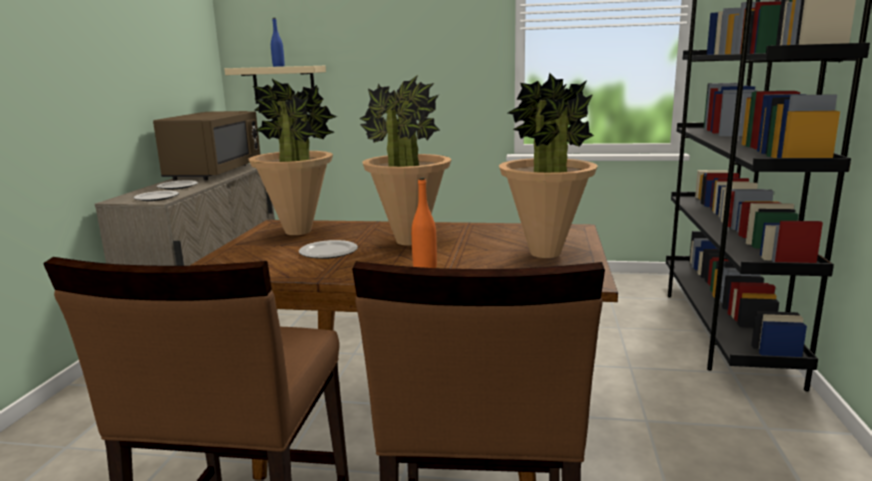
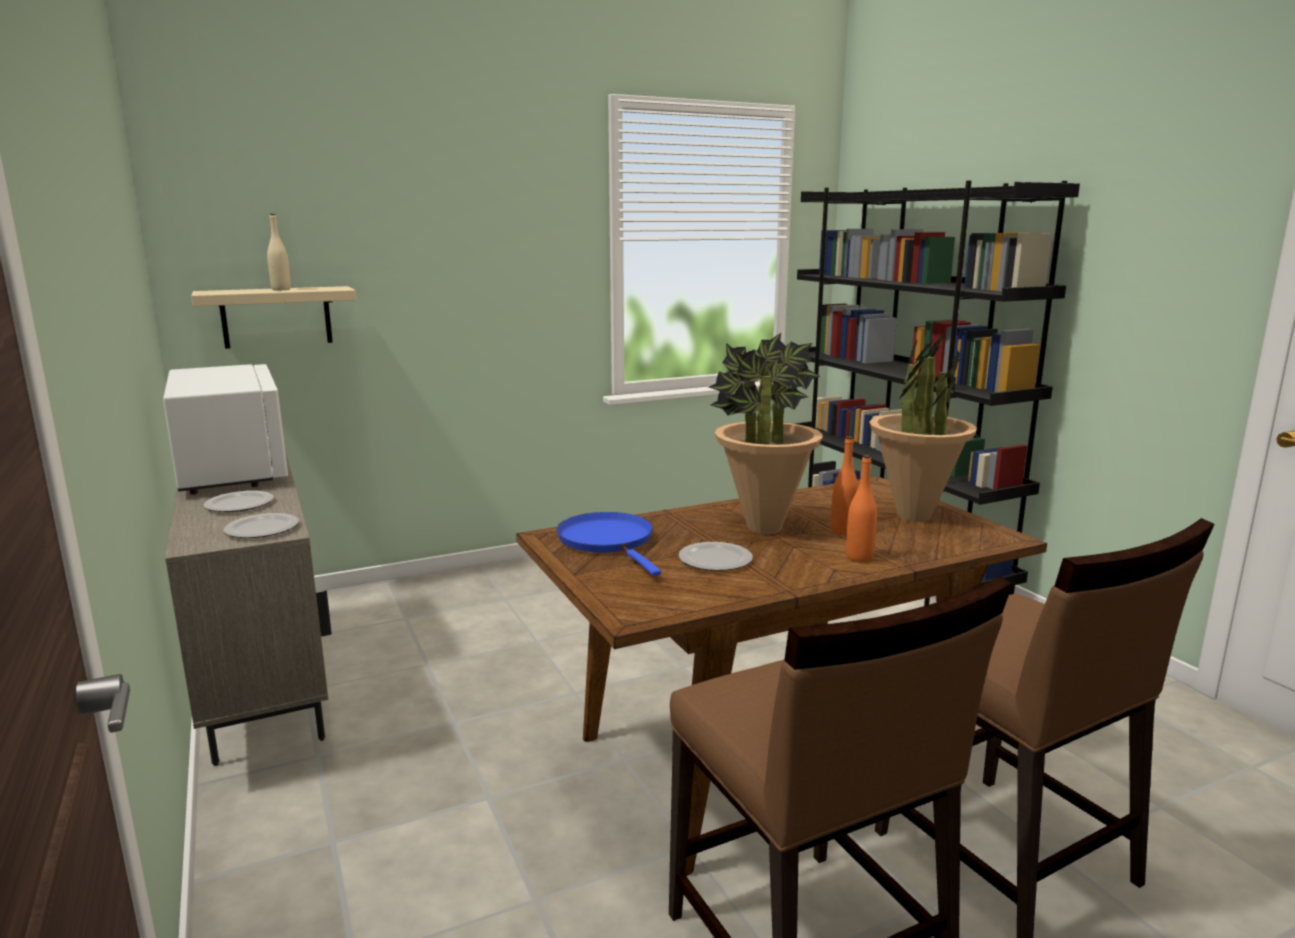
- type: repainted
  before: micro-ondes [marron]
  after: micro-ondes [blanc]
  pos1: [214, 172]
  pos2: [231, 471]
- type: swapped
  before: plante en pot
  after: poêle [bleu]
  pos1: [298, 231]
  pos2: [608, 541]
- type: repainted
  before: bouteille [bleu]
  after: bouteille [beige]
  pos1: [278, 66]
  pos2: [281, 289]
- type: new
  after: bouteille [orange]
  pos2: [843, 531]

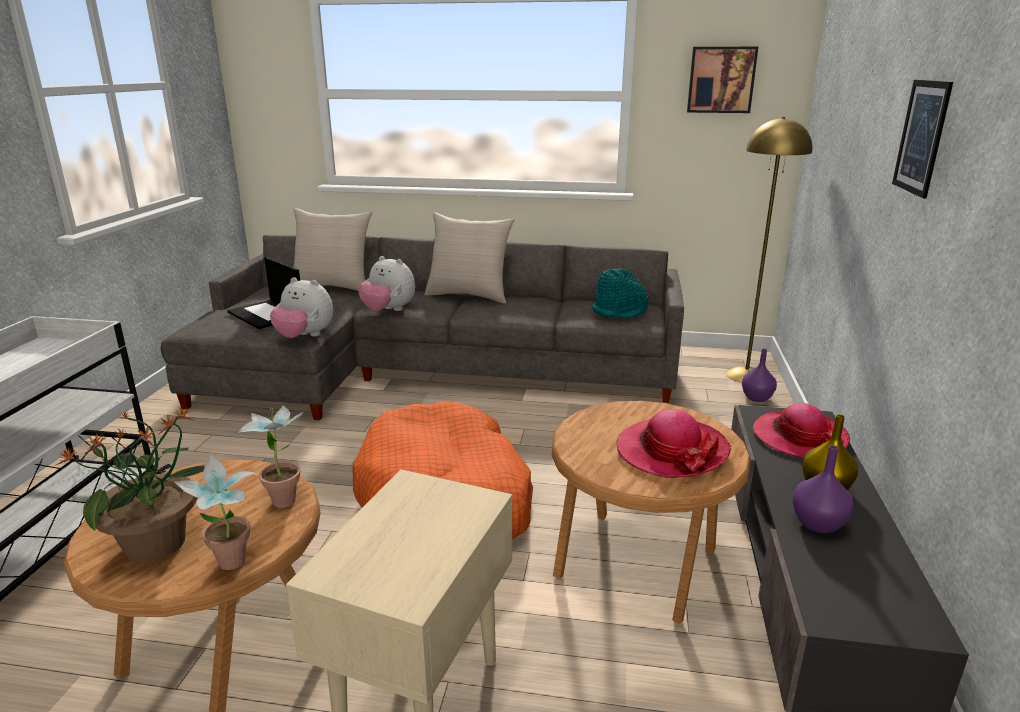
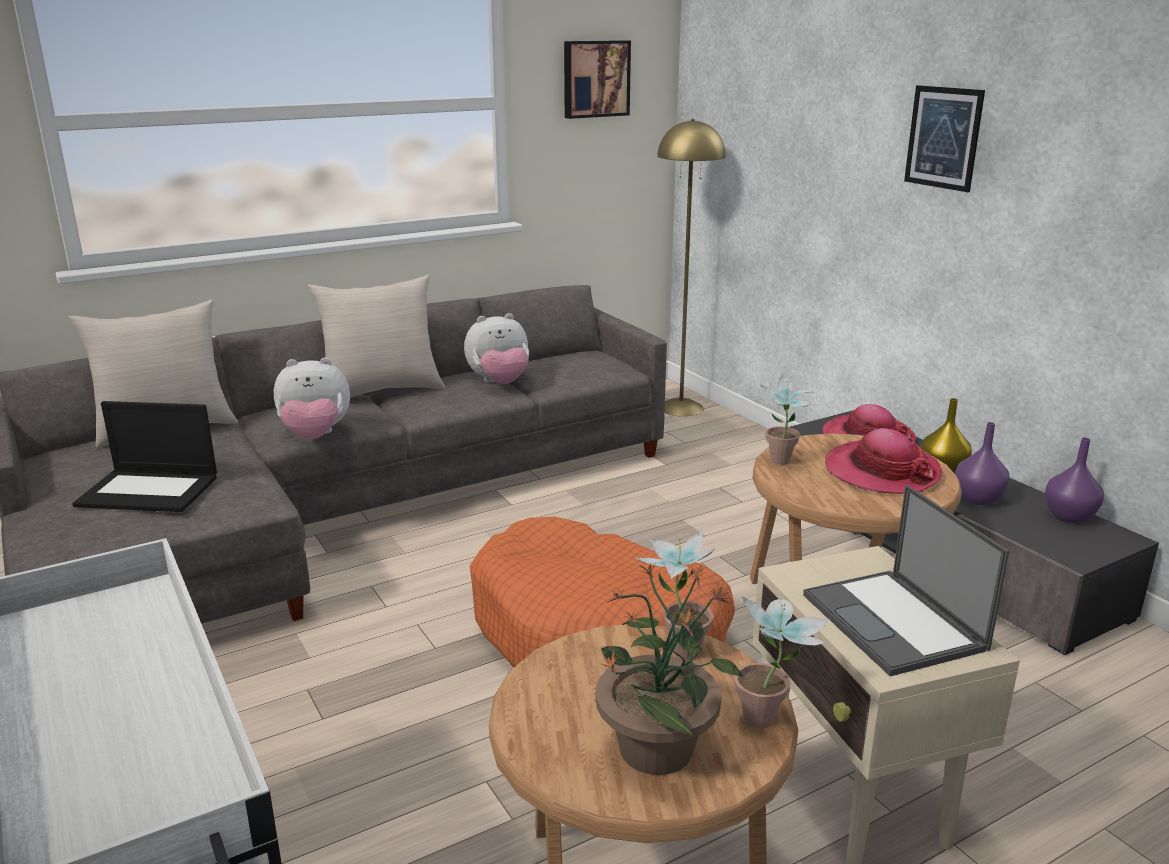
- type: shifted
  before: peluche
  pos1: [304, 337]
  pos2: [499, 383]
- type: gone
  before: chapeau [turquoise]
  pos1: [619, 311]
- type: shifted
  before: vase [violet]
  pos1: [757, 398]
  pos2: [1070, 517]
- type: new
  after: plante en pot
  pos2: [781, 464]
- type: new
  after: ordinateur portable
  pos2: [895, 623]

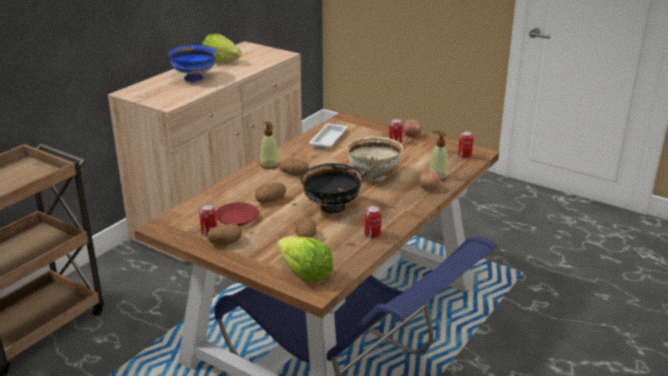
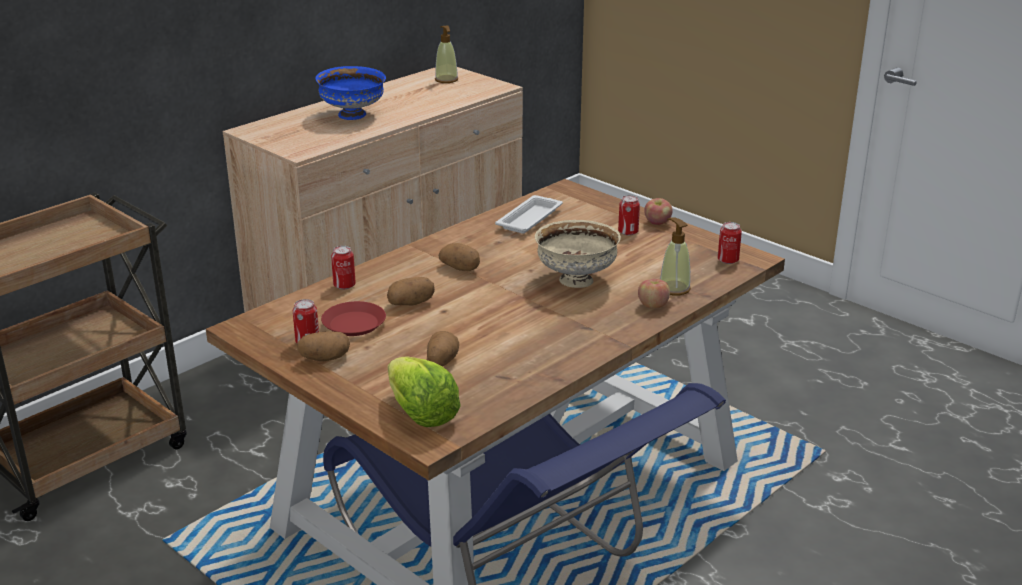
- type: gone
  before: laitue
  pos1: [221, 61]
- type: shifted
  before: distributeur de savon
  pos1: [270, 165]
  pos2: [446, 80]
- type: gone
  before: bol [noir]
  pos1: [332, 208]
- type: shifted
  before: boîte métallique
  pos1: [372, 235]
  pos2: [344, 285]

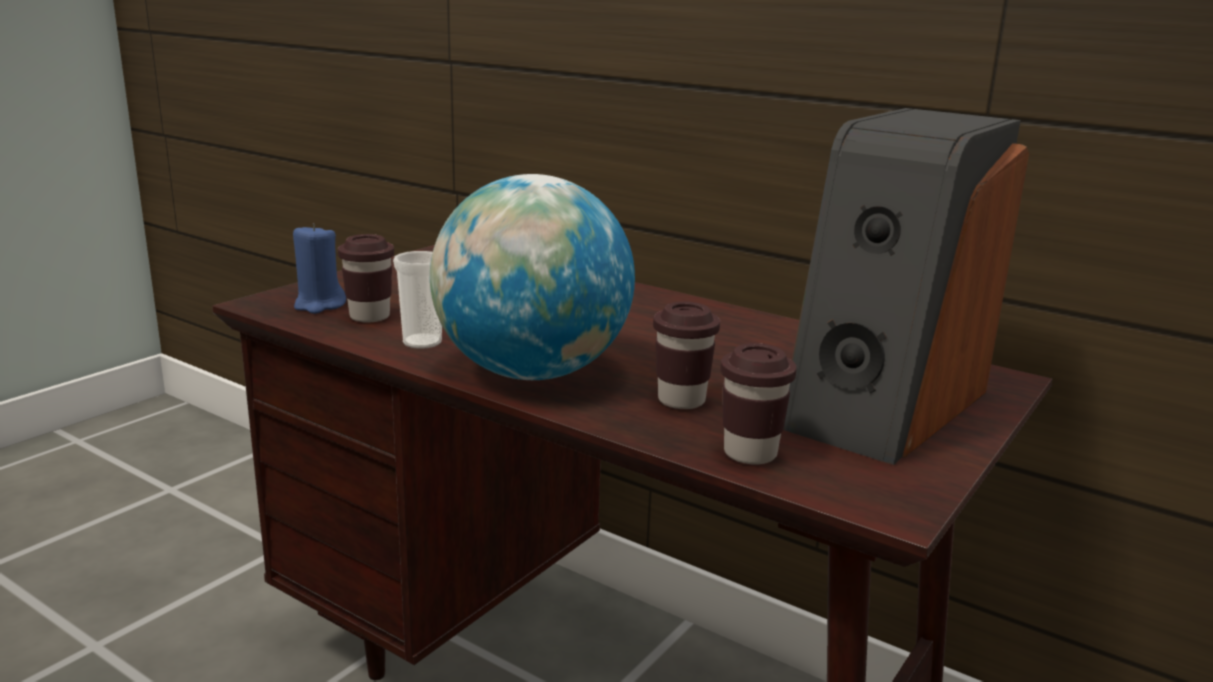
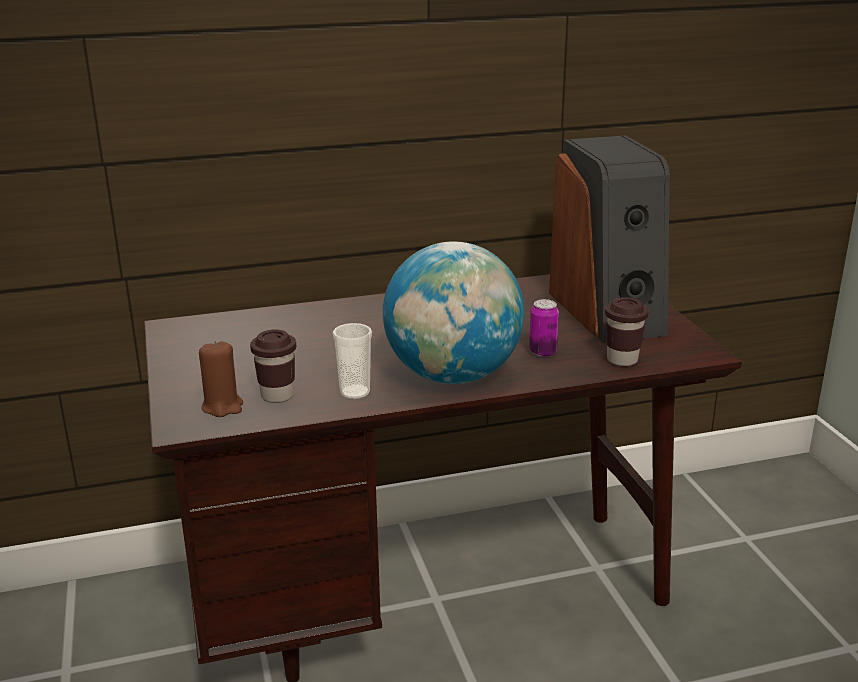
- type: repainted
  before: bougie [bleu]
  after: bougie [marron]
  pos1: [319, 305]
  pos2: [223, 407]
- type: swapped
  before: tasse [marron]
  after: boîte métallique
  pos1: [681, 400]
  pos2: [542, 352]

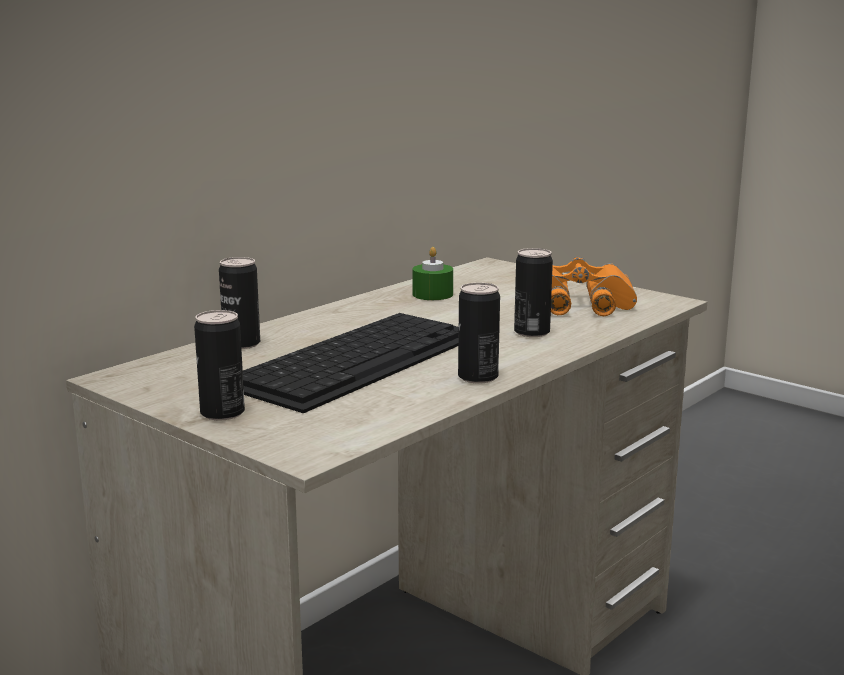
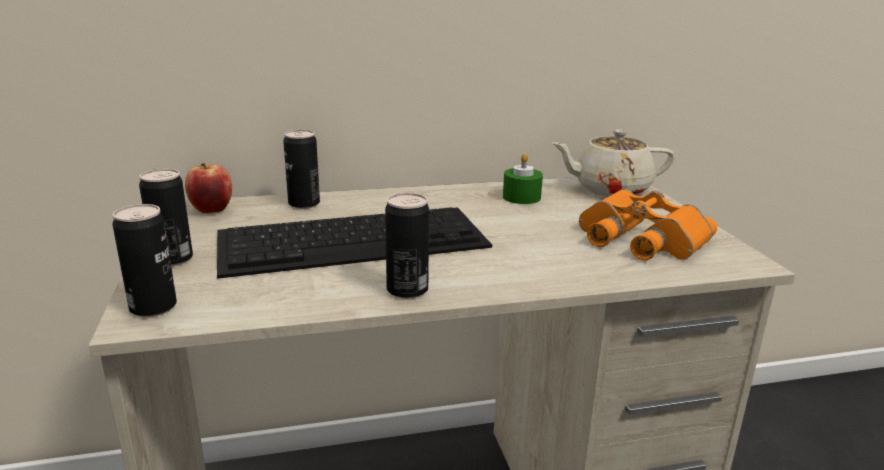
- type: shifted
  before: boîte métallique
  pos1: [532, 332]
  pos2: [153, 307]
- type: new
  after: pomme
  pos2: [212, 210]
- type: new
  after: théière [beige]
  pos2: [610, 189]

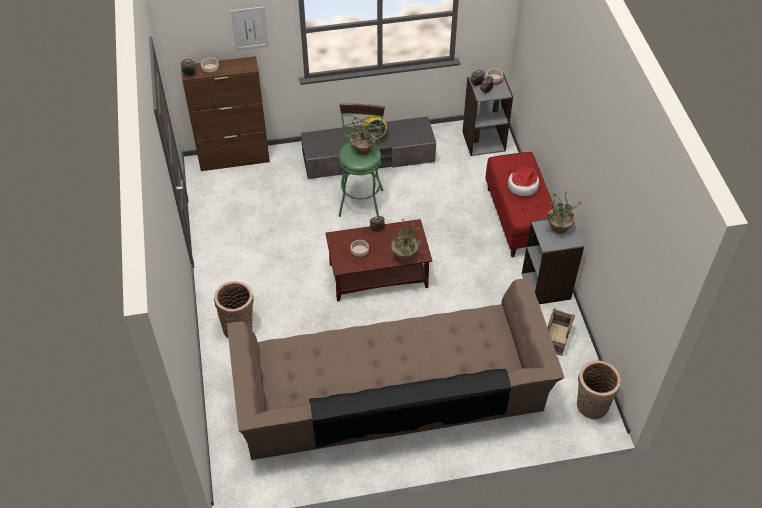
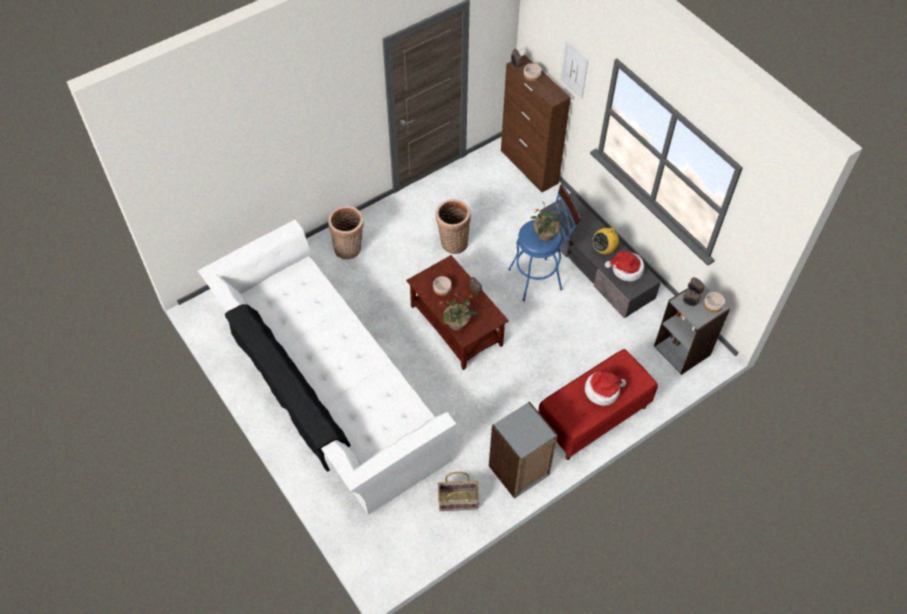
- type: repainted
  before: canapé [marron]
  after: canapé [blanc]
  pos1: [391, 398]
  pos2: [327, 386]
- type: repainted
  before: tabouret [vert]
  after: tabouret [bleu]
  pos1: [361, 199]
  pos2: [539, 278]
- type: gone
  before: plante en pot
  pos1: [558, 227]
- type: shifted
  before: panier
  pos1: [590, 407]
  pos2: [452, 243]
- type: new
  after: chapeau
  pos2: [626, 269]

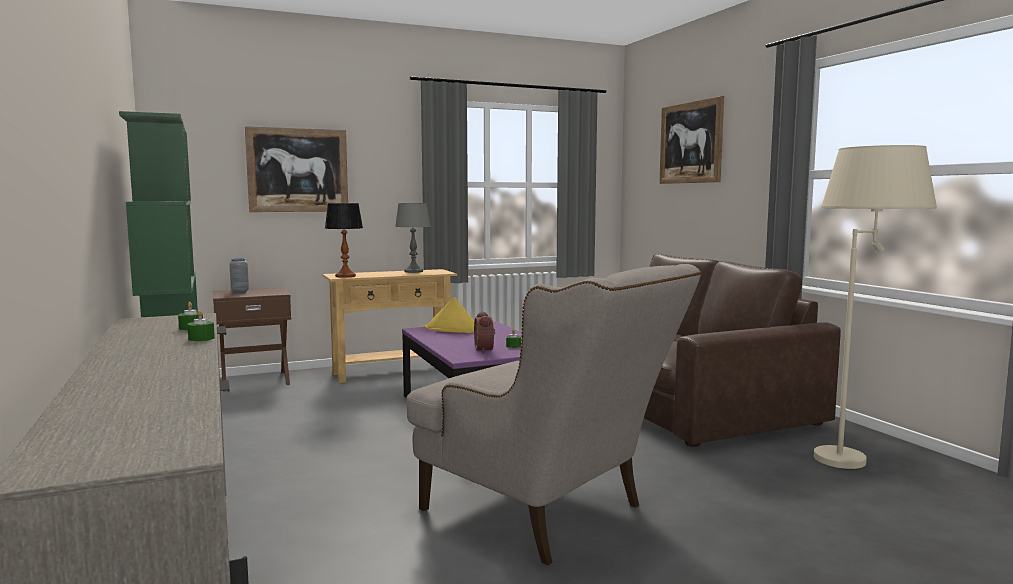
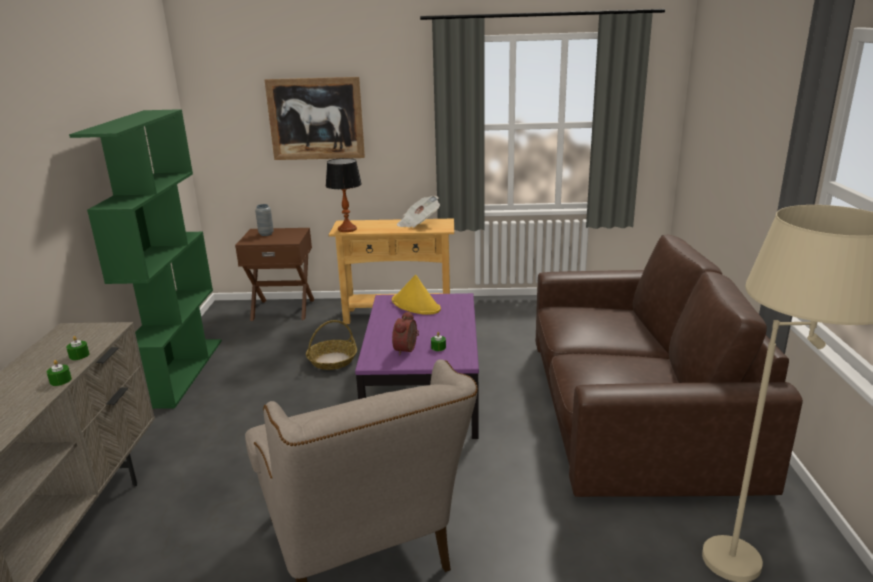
- type: swapped
  before: lampe de table [gris]
  after: journal
  pos1: [413, 271]
  pos2: [418, 223]
- type: gone
  before: tableau
  pos1: [690, 142]
- type: new
  after: panier
  pos2: [332, 360]

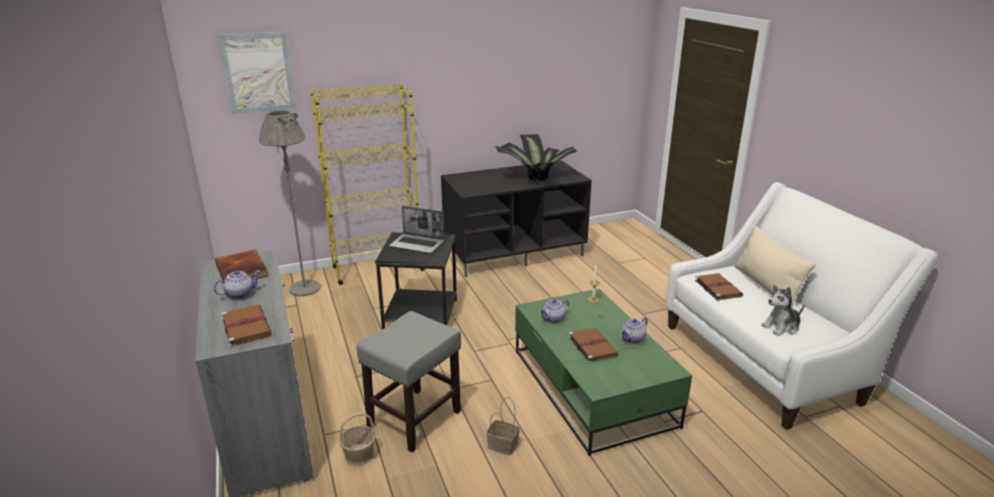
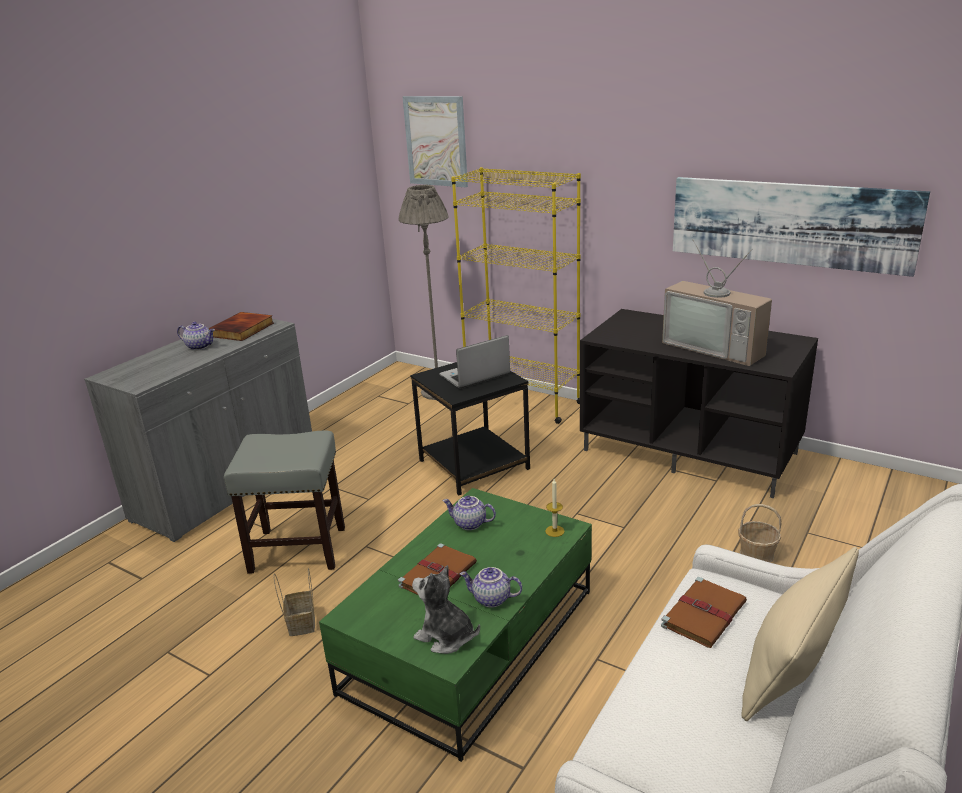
- type: gone
  before: livre [marron]
  pos1: [246, 327]
- type: shifted
  before: panier
  pos1: [359, 455]
  pos2: [756, 554]
- type: rotated
  before: ordinateur portable
  pos1: [418, 244]
  pos2: [474, 376]
  turn: 75
- type: swapped
  before: plante en pot
  after: téléviseur
  pos1: [533, 178]
  pos2: [716, 347]
- type: shifted
  before: peluche
  pos1: [781, 327]
  pos2: [445, 637]
- type: new
  after: tableau
  pos2: [790, 223]

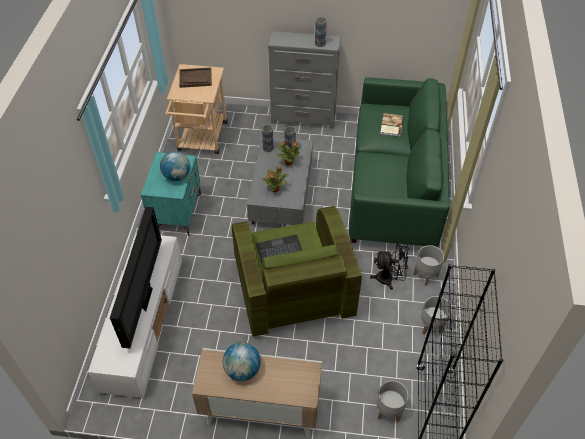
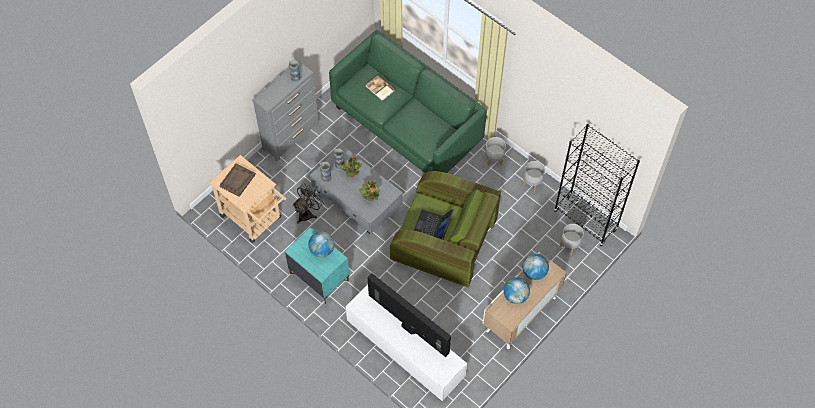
- type: shifted
  before: ventilateur [noir]
  pos1: [389, 279]
  pos2: [308, 213]
- type: new
  after: globe
  pos2: [534, 272]

